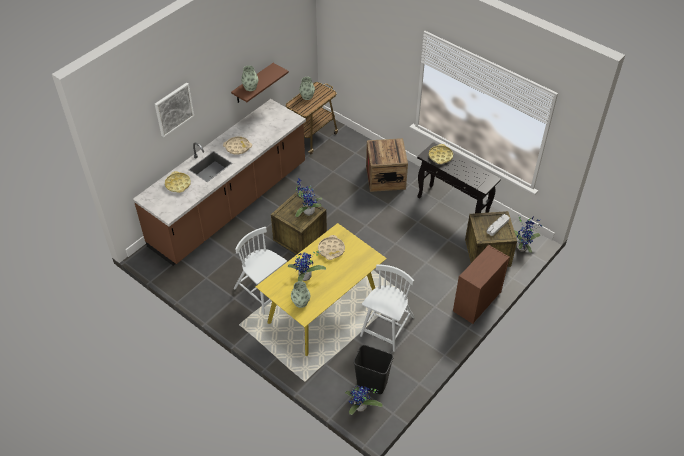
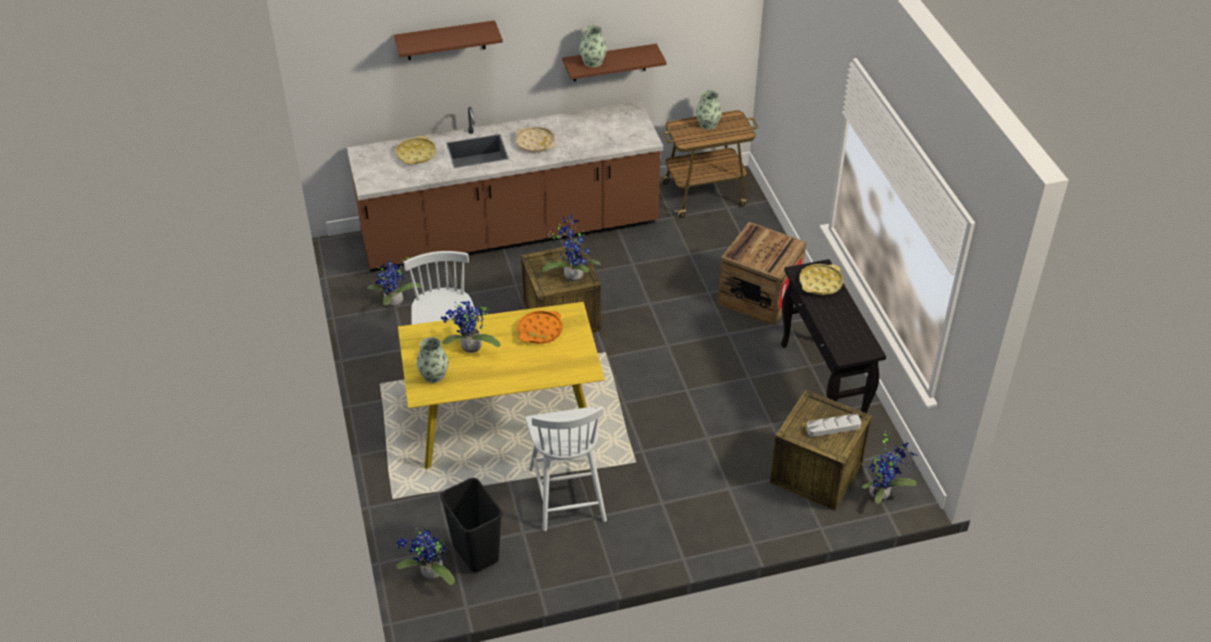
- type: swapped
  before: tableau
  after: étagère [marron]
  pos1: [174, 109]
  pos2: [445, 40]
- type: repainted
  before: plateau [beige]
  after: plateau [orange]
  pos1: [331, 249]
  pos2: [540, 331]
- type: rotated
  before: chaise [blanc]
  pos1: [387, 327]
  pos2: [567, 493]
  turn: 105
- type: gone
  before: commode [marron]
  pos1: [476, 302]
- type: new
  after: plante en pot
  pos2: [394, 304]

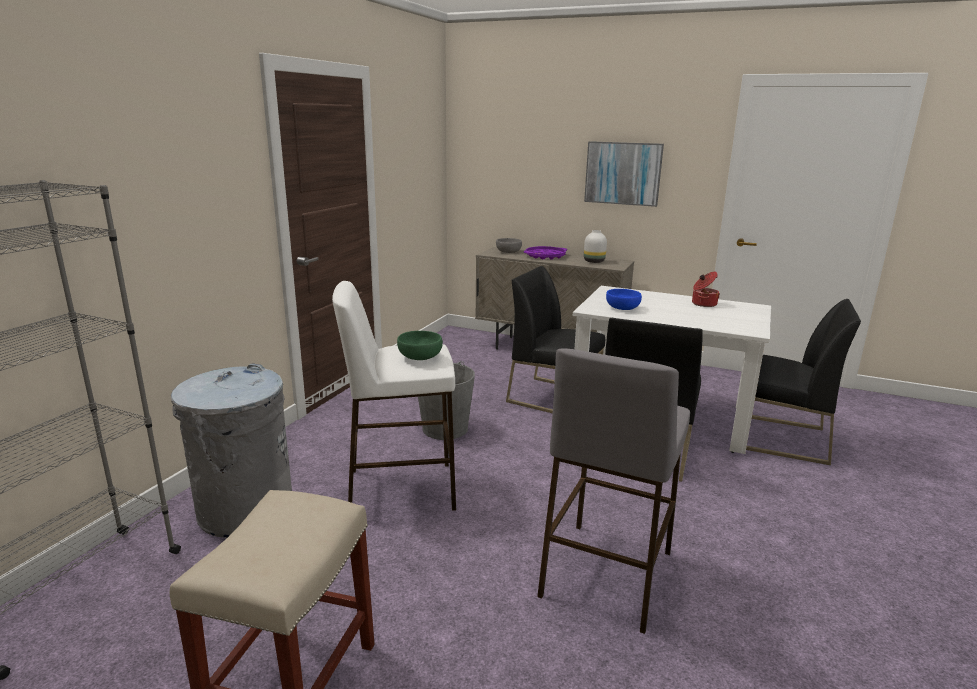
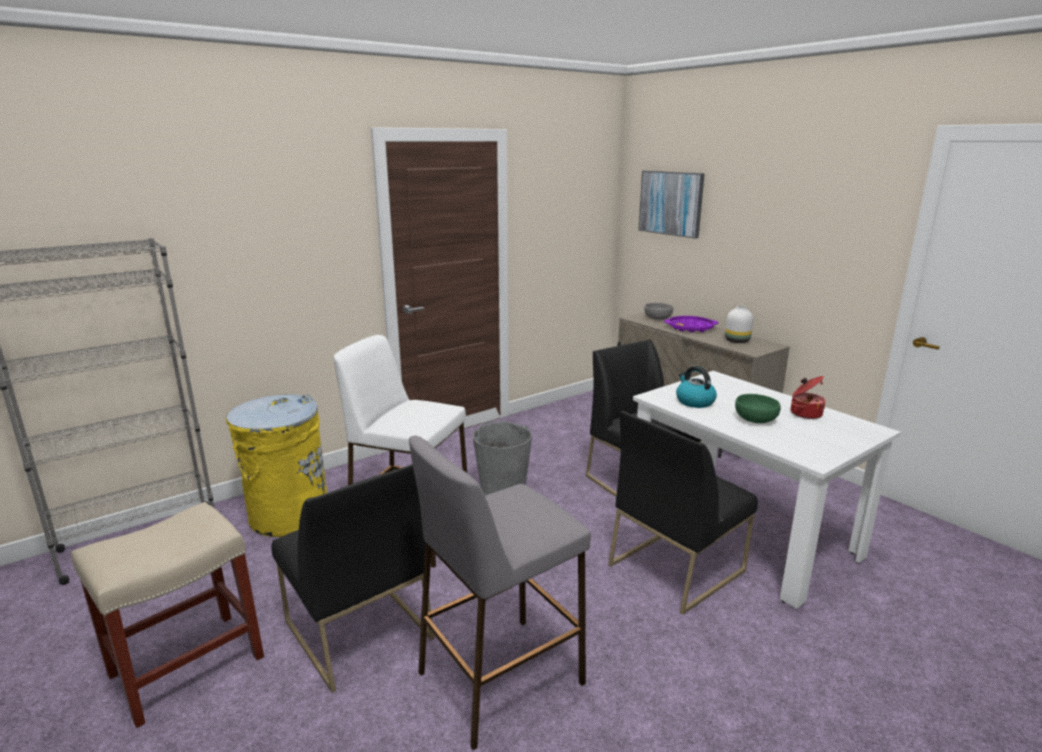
- type: repainted
  before: poubelle [gris]
  after: poubelle [jaune]
  pos1: [245, 511]
  pos2: [288, 515]
- type: shifted
  before: bol [vert]
  pos1: [419, 357]
  pos2: [755, 419]
- type: shifted
  before: tableau
  pos1: [623, 173]
  pos2: [671, 203]
- type: swapped
  before: bol [bleu]
  after: bouilloire
  pos1: [622, 308]
  pos2: [694, 401]
- type: shifted
  before: chaise [noir]
  pos1: [779, 438]
  pos2: [357, 630]

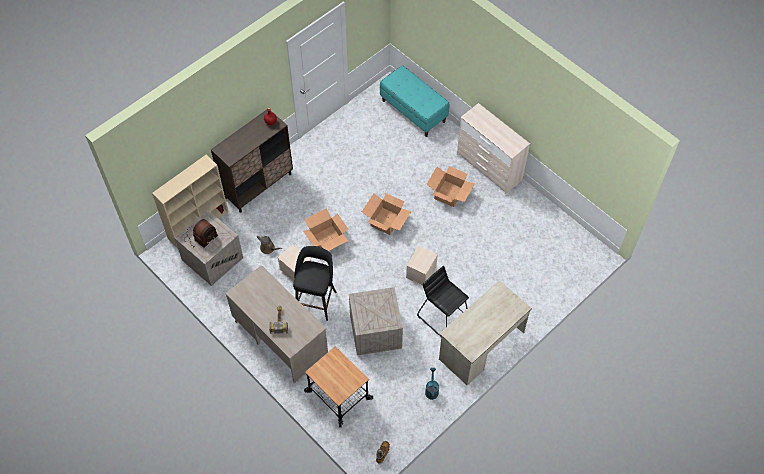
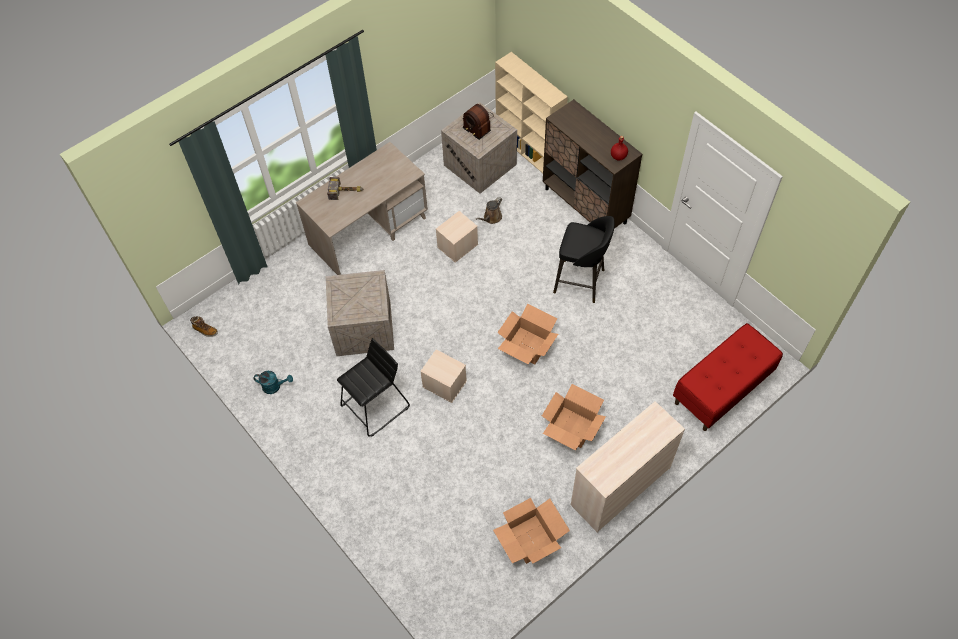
- type: shifted
  before: tabouret [noir]
  pos1: [316, 301]
  pos2: [580, 282]
- type: shifted
  before: carton
  pos1: [327, 239]
  pos2: [530, 539]
- type: gone
  before: chariot
  pos1: [338, 395]
- type: repainted
  before: banc [turquoise]
  after: banc [rouge]
  pos1: [413, 111]
  pos2: [722, 389]
- type: gone
  before: bureau [beige]
  pos1: [481, 346]

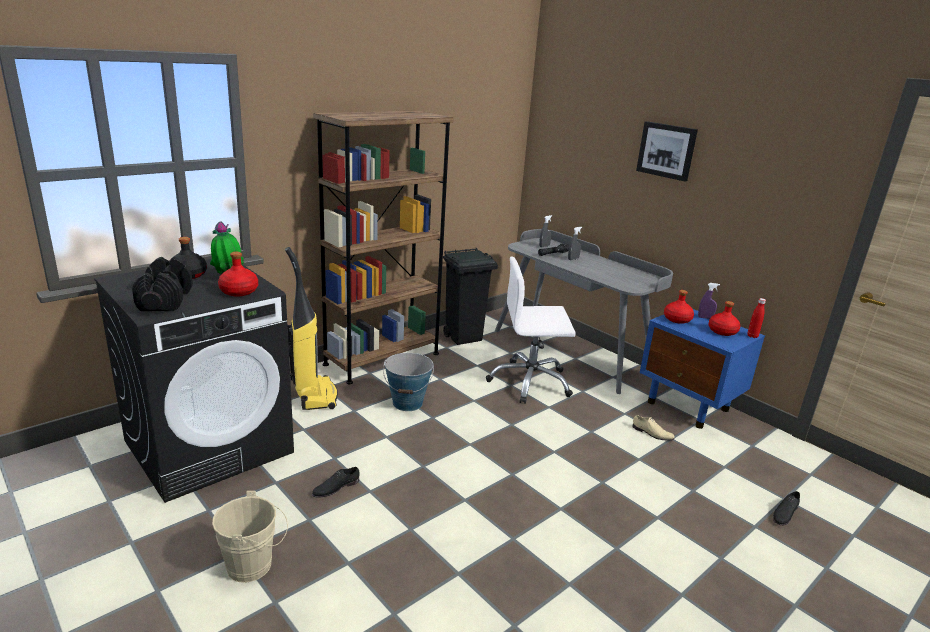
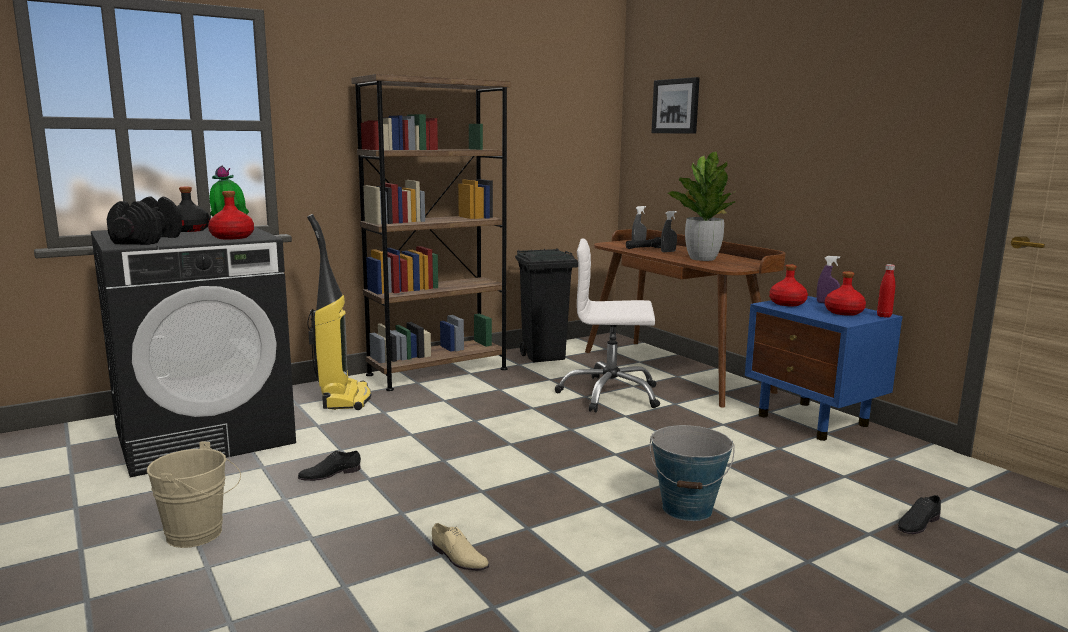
- type: shifted
  before: seau
  pos1: [408, 403]
  pos2: [687, 509]
- type: repainted
  before: bureau [gris]
  after: bureau [marron]
  pos1: [571, 351]
  pos2: [674, 370]
- type: shifted
  before: chaussure [beige]
  pos1: [652, 433]
  pos2: [458, 557]
- type: shifted
  before: tableau
  pos1: [666, 150]
  pos2: [676, 106]
- type: new
  after: plante en pot
  pos2: [702, 258]

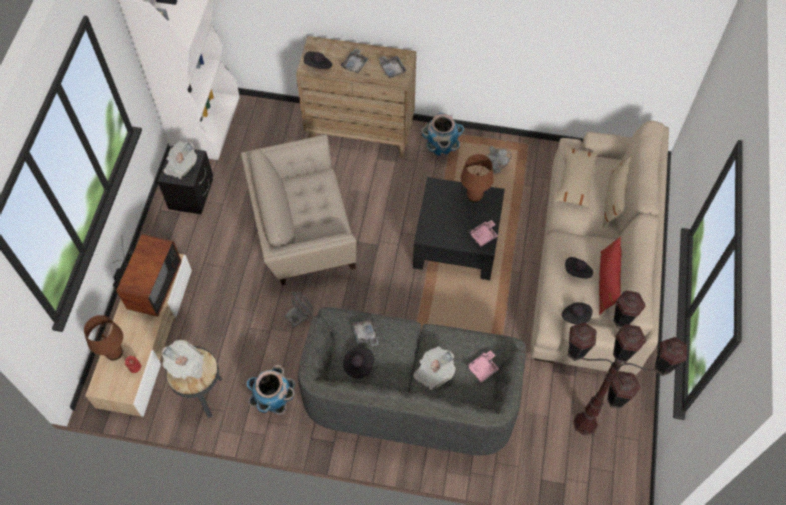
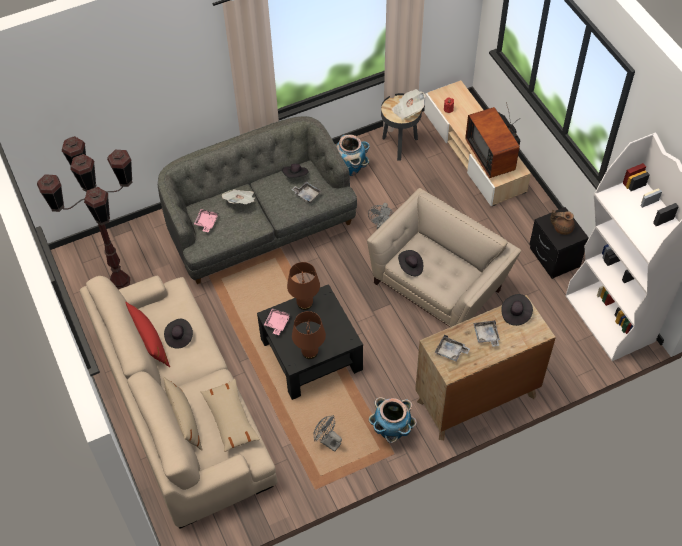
- type: shifted
  before: lampe de table [marron]
  pos1: [114, 352]
  pos2: [304, 303]
- type: swapped
  before: journal
  after: théière [marron]
  pos1: [181, 165]
  pos2: [562, 228]
- type: shifted
  before: chapeau [noir]
  pos1: [576, 316]
  pos2: [410, 267]

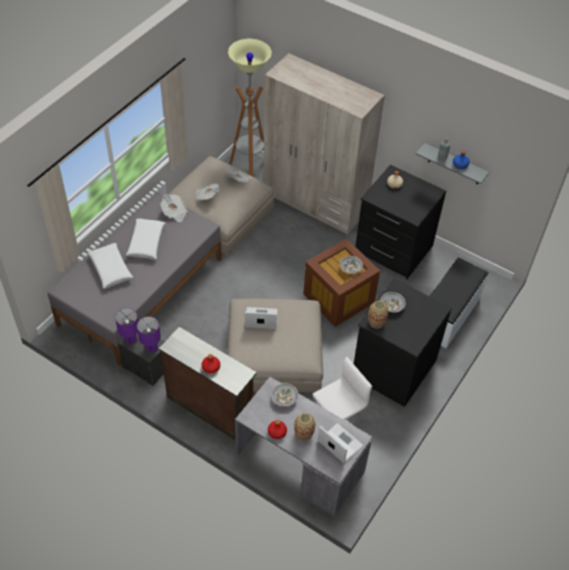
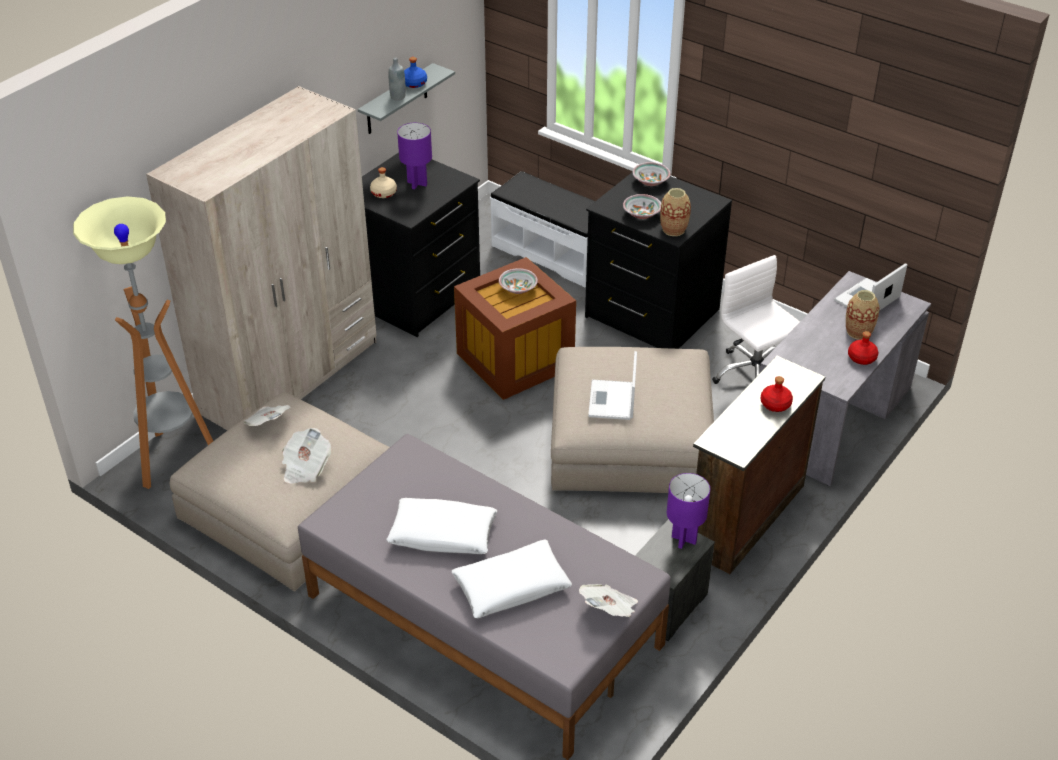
- type: shifted
  before: lampe de table [violet]
  pos1: [130, 340]
  pos2: [416, 184]
- type: shifted
  before: journal
  pos1: [174, 213]
  pos2: [609, 610]
- type: shifted
  before: bol
  pos1: [284, 398]
  pos2: [650, 181]

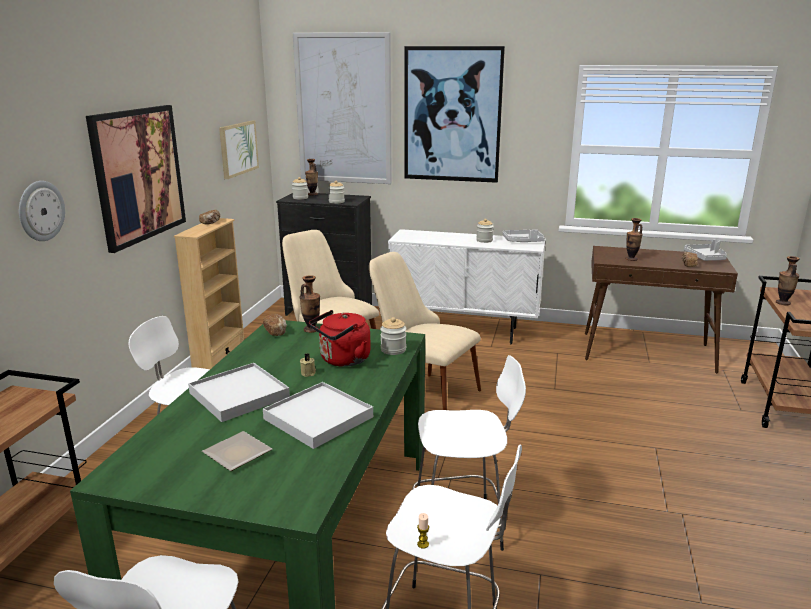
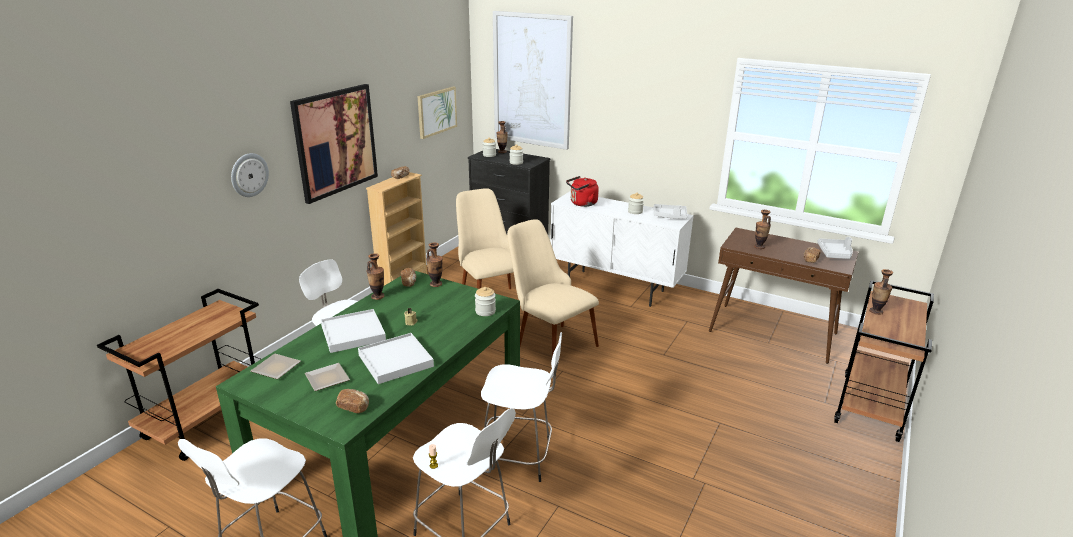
- type: shifted
  before: bouilloire [rouge]
  pos1: [342, 360]
  pos2: [582, 204]
- type: gone
  before: tableau
  pos1: [452, 115]
- type: new
  after: assiette
  pos2: [276, 367]
- type: new
  after: pain
  pos2: [354, 407]
- type: new
  after: vase
  pos2: [377, 296]

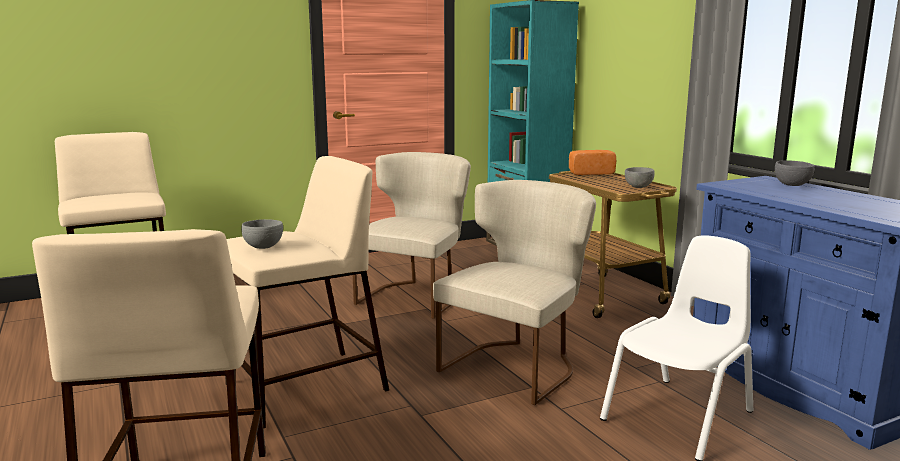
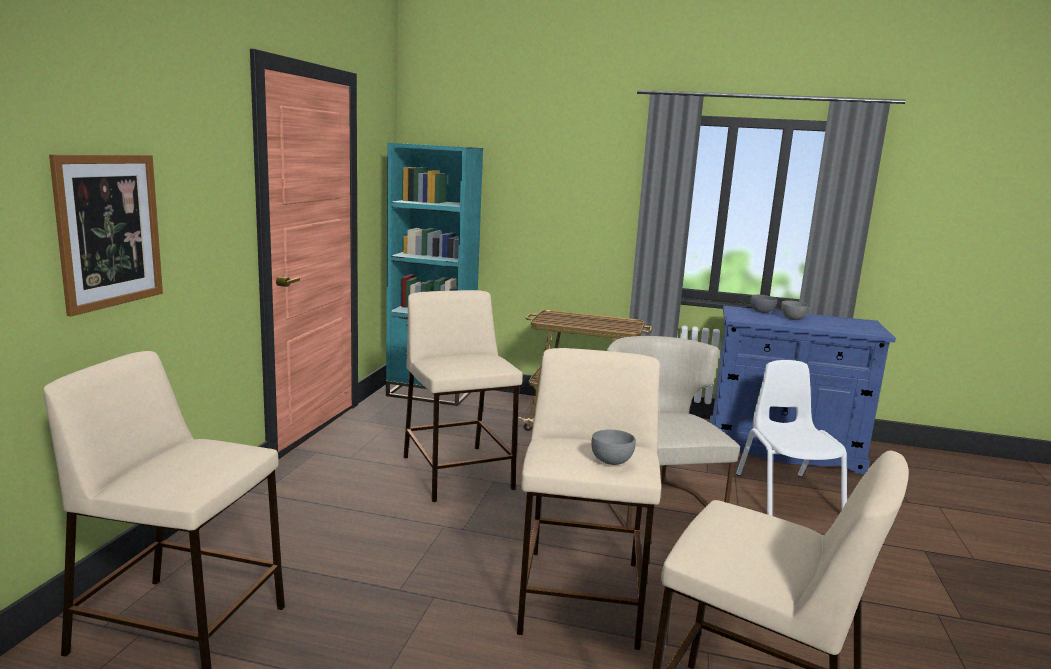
- type: swapped
  before: chaise [beige]
  after: tabouret [beige]
  pos1: [416, 296]
  pos2: [458, 473]
- type: gone
  before: pain
  pos1: [590, 173]
- type: shifted
  before: bol [gris]
  pos1: [639, 187]
  pos2: [793, 319]
- type: new
  after: tableau
  pos2: [109, 231]

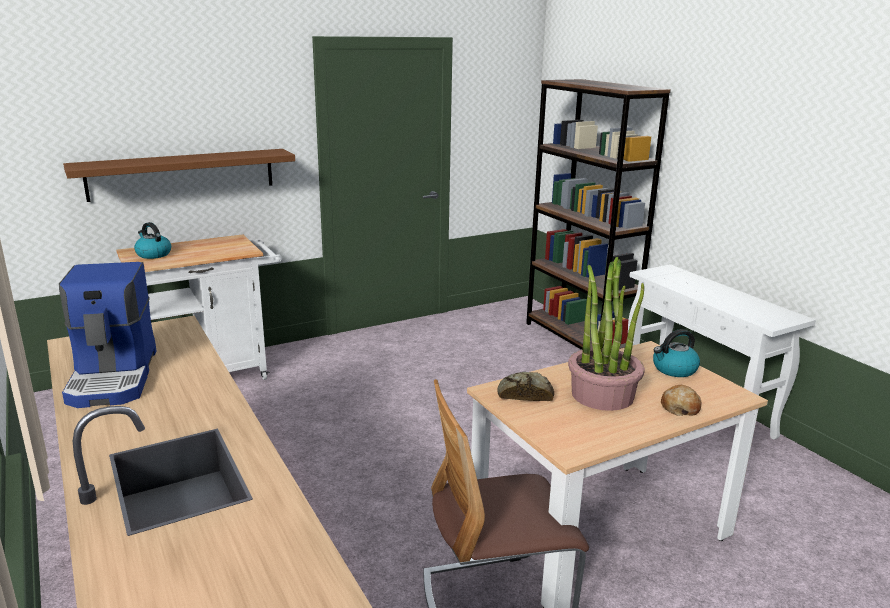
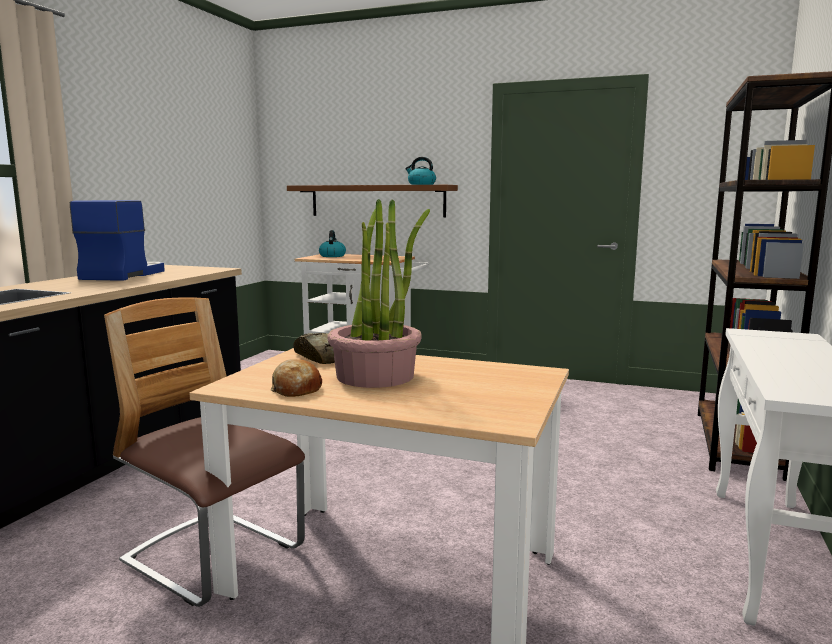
- type: rotated
  before: machine à café
  pos1: [115, 377]
  pos2: [123, 275]
  turn: 150
- type: shifted
  before: bouilloire
  pos1: [674, 369]
  pos2: [421, 184]
- type: shifted
  before: pain
  pos1: [680, 407]
  pos2: [296, 389]

